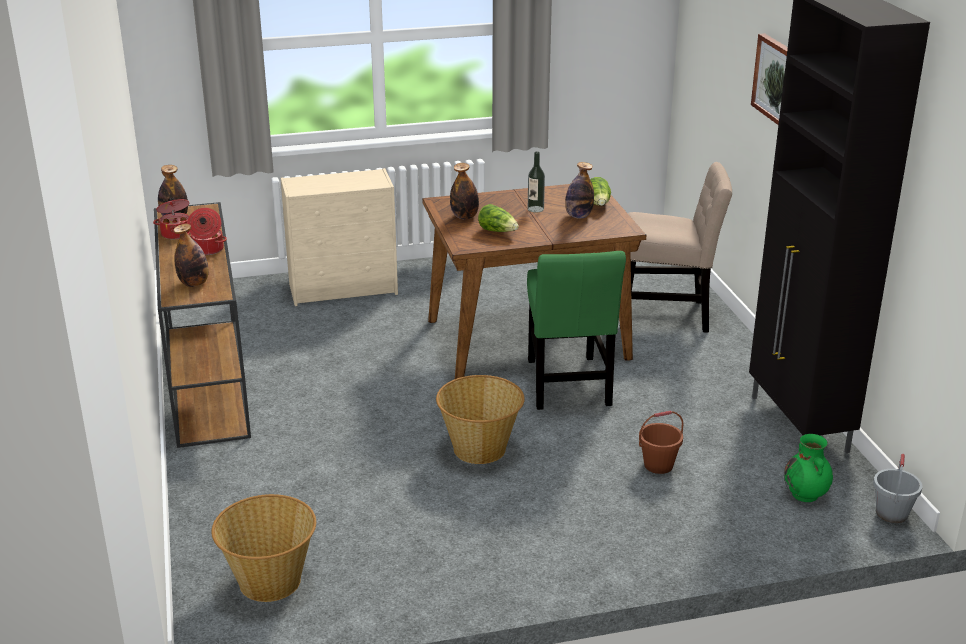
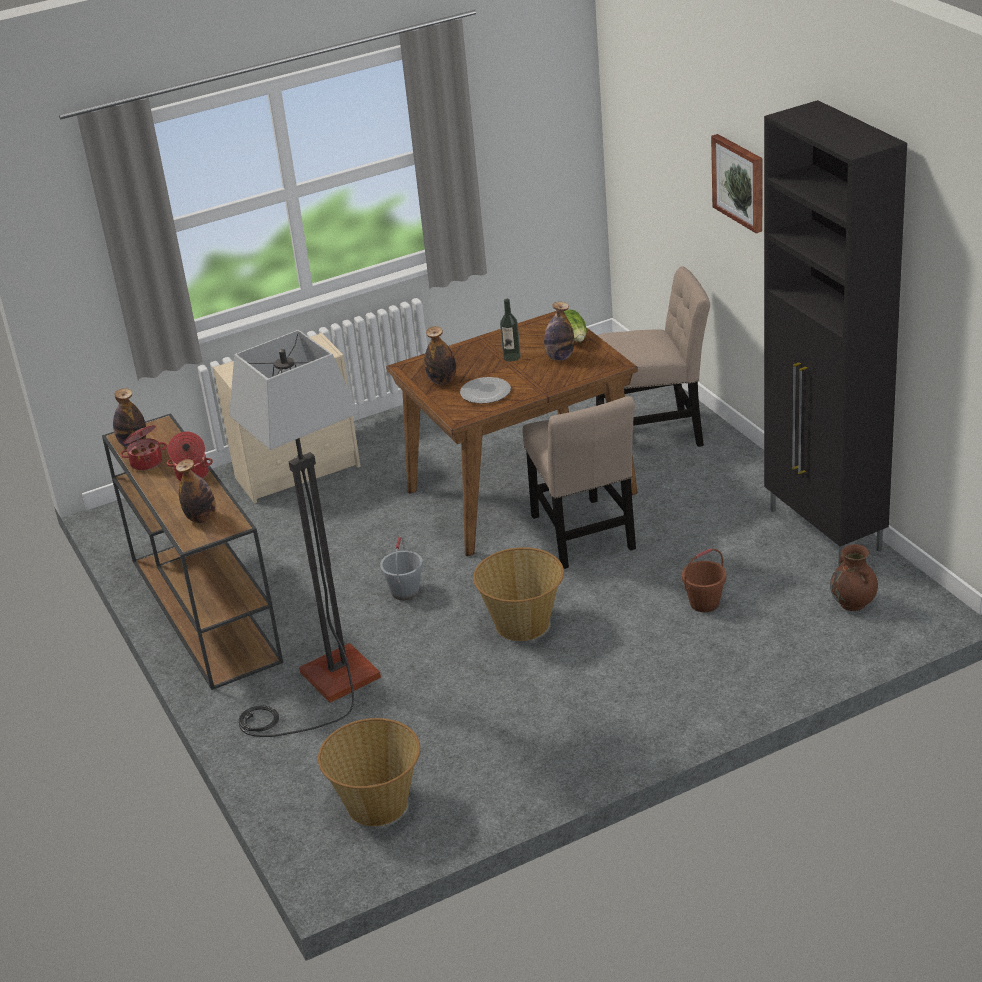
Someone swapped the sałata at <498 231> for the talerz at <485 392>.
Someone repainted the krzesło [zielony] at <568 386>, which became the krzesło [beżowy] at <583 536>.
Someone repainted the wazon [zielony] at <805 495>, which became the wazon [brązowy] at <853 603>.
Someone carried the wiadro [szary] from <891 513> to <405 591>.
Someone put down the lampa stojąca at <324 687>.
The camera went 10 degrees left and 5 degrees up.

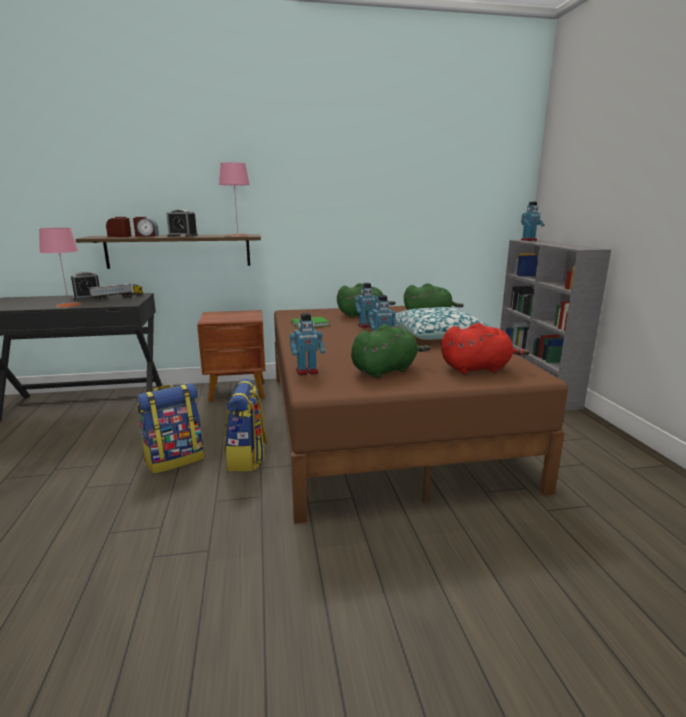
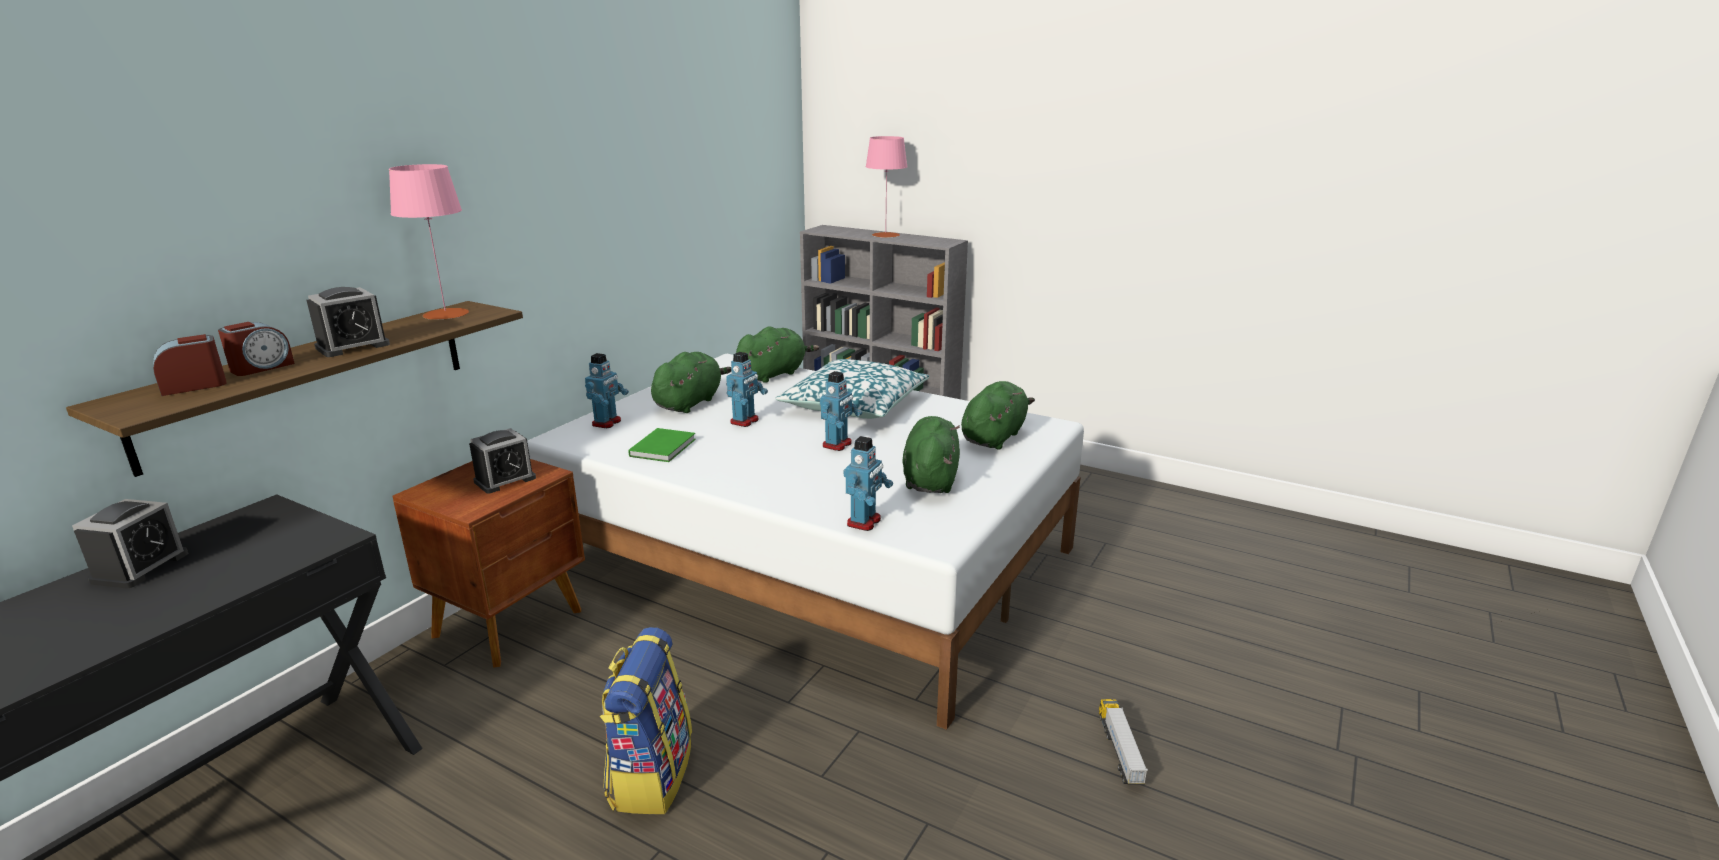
Someone carried the robot zabawkowy from <529 240> to <607 423>.
Someone carried the lampa stołowa [różowy] from <69 305> to <885 235>.
Someone carried the ciężarówka zabawkowa from <117 297> to <1119 750>.
Someone repainted the łóżko [brązowy] at <382 423>, which became the łóżko [biały] at <813 559>.
Someone repainted the pluszak [czerwony] at <477 368>, which became the pluszak [zielony] at <994 437>.
Someone took away the plecak at <247 458>.
Someone put down the budzik at <505 480>.
The camera went 50 degrees left and 5 degrees up.

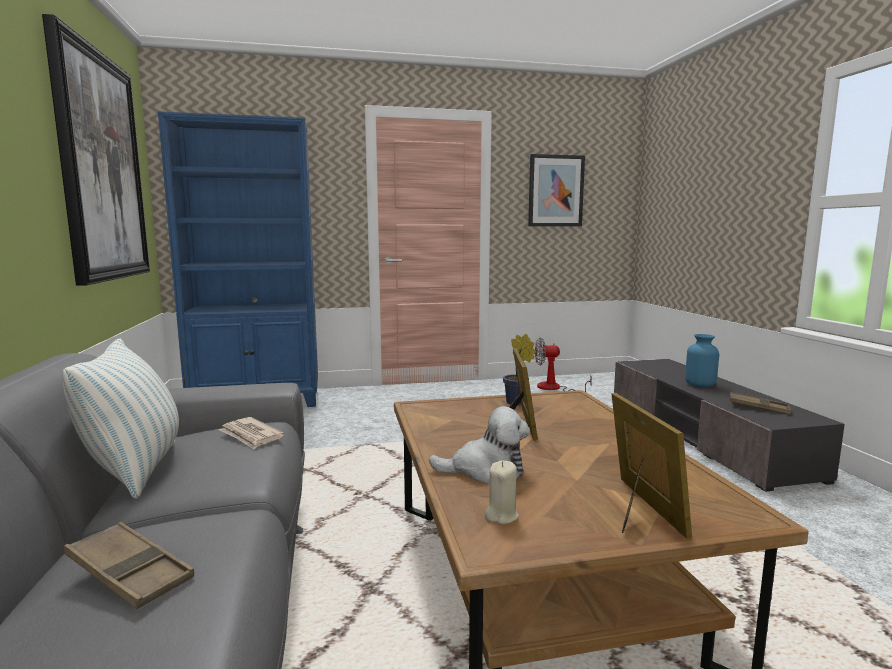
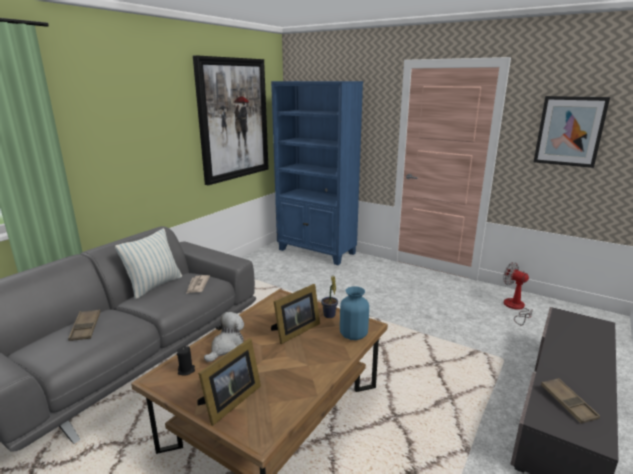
Someone carried the wazon [niebieski] from <700 385> to <353 334>.
Someone rotated the pluszak at <485 471> by 105 degrees counterclockwise.
Someone repainted the świeca [beżowy] at <501 515>, which became the świeca [czarny] at <186 370>.
The camera went 45 degrees right and 10 degrees up.

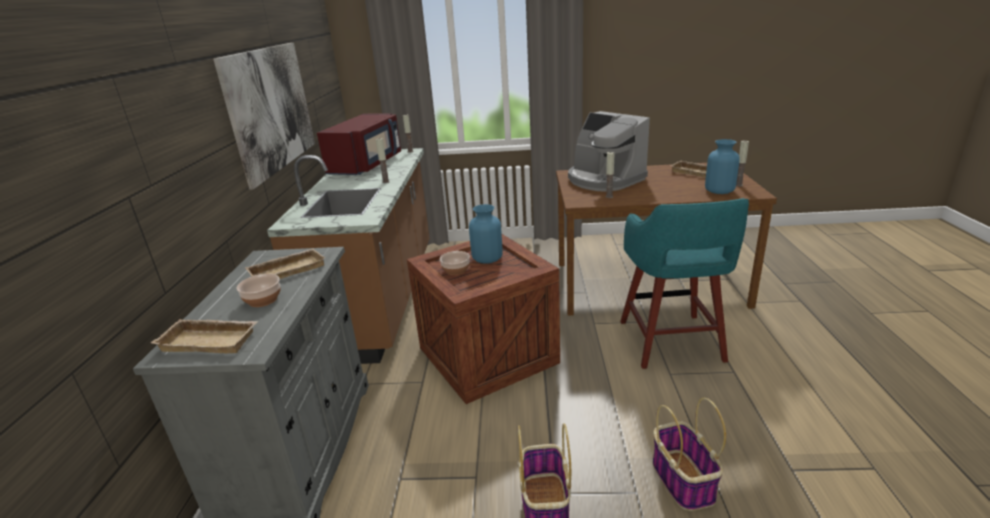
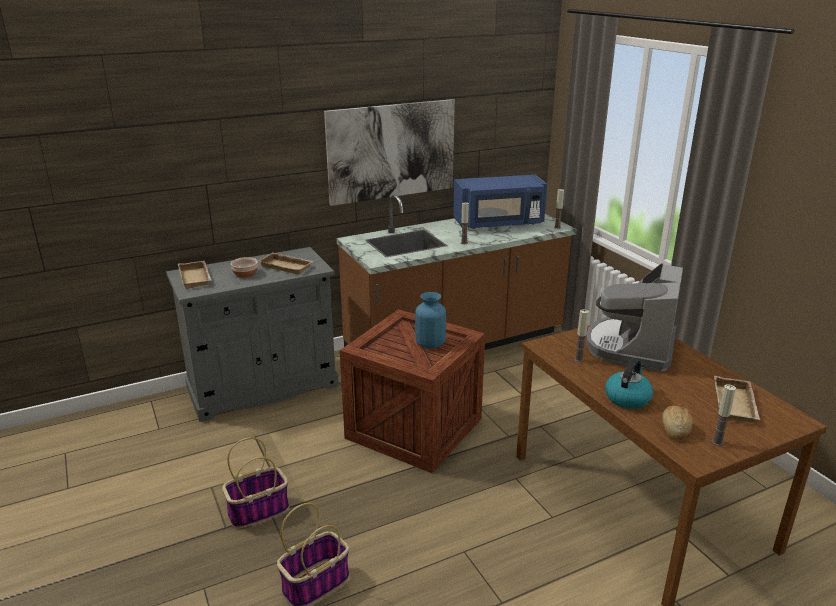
Someone repainted the mikrofalówka [czerwony] at <367 165>, which became the mikrofalówka [niebieski] at <499 223>.
Someone swapped the wazon [niebieski] at <719 191> for the chleb at <675 429>.
Someone took away the stołek [turkusowy] at <671 343>.
Someone took away the miska at <456 270>.
Someone put down the czajnik at <627 398>.
The camera went 60 degrees right and 0 degrees up.

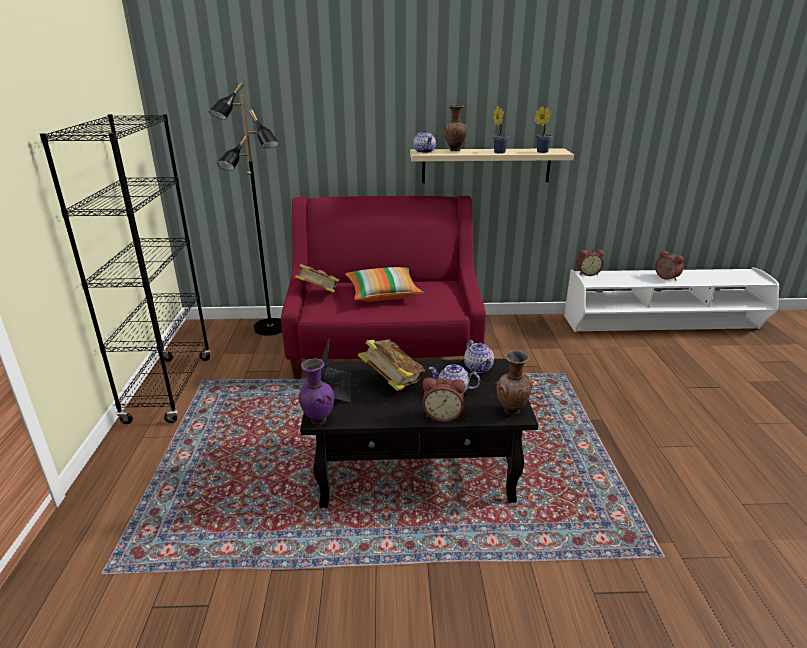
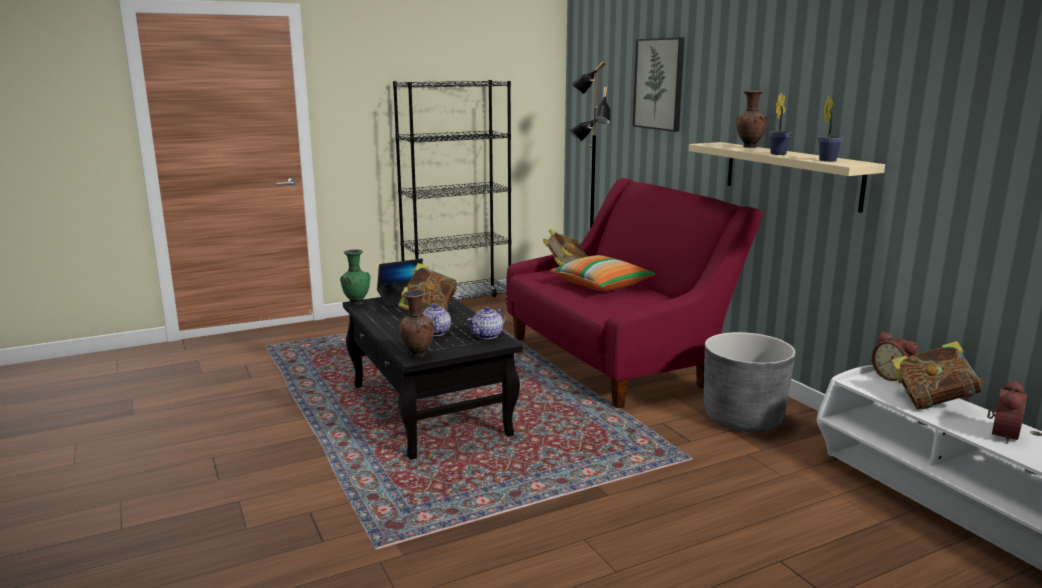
Someone took away the imbryk at <424 151>.
Someone repainted the wazon [fioletowy] at <317 420>, which became the wazon [zielony] at <356 303>.
Someone took away the budzik at <442 415>.
Someone put up the obraz at <659 84>.
Someone put down the donica [szary] at <742 418>.
Someone put down the książka at <932 402>.
The camera went 65 degrees right and 10 degrees down.

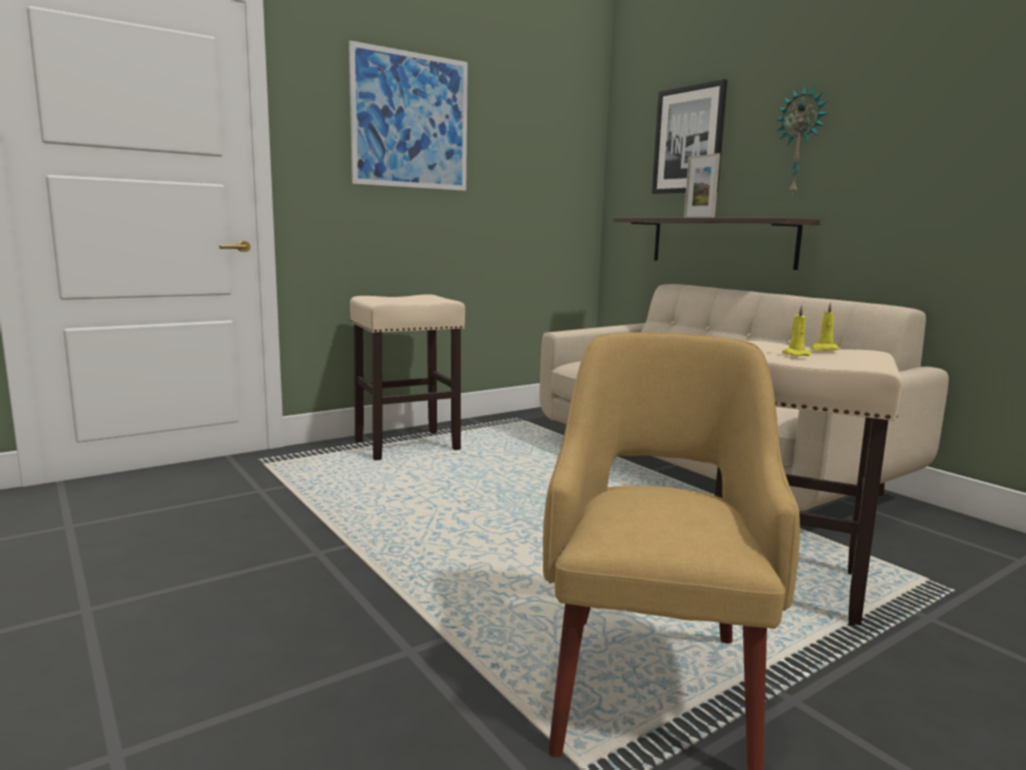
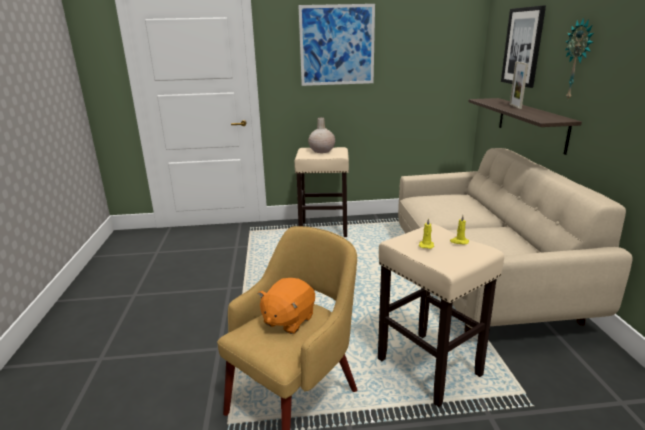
Someone put down the wazon [beżowy] at <321 151>.
Someone put down the pluszak [pomarańczowy] at <288 320>.
The camera went 30 degrees right and 10 degrees up.

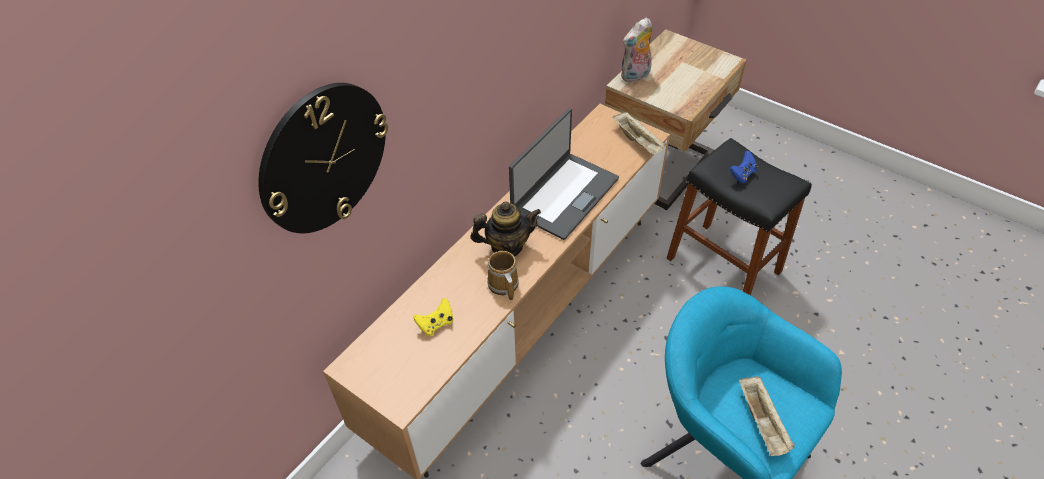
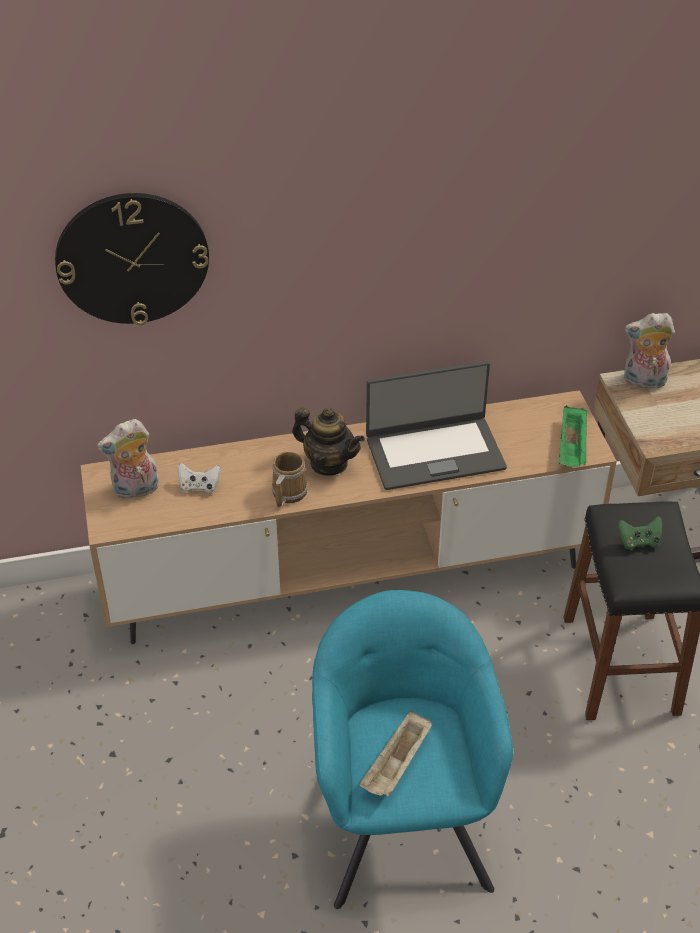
Someone repainted the taca [beżowy] at <638 141>, which became the taca [zielony] at <572 448>.
Someone repainted the pad do gier [niebieski] at <742 175>, which became the pad do gier [zielony] at <638 541>.
Someone repainted the pad do gier [żółty] at <436 324>, which became the pad do gier [biały] at <199 486>.
Someone put down the pluszak at <135 490>.
The camera went 40 degrees right and 5 degrees down.

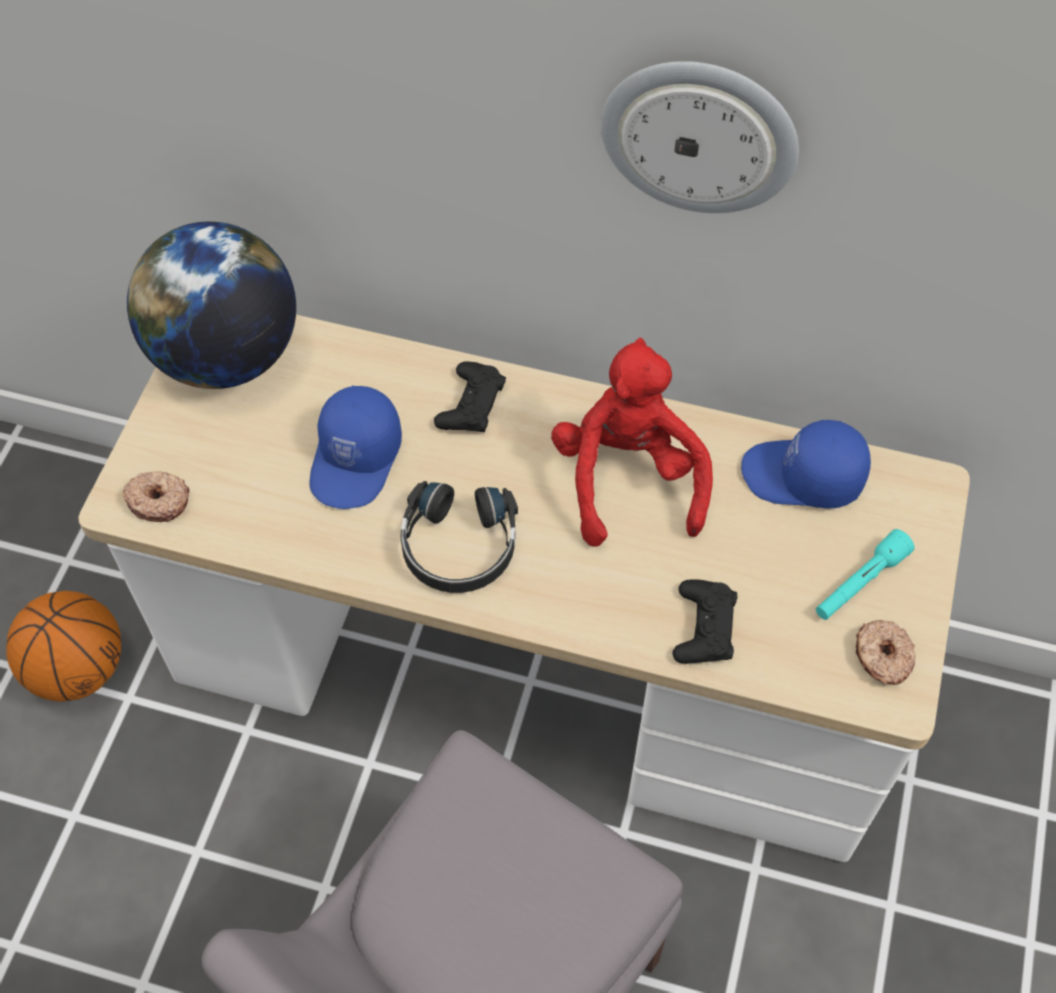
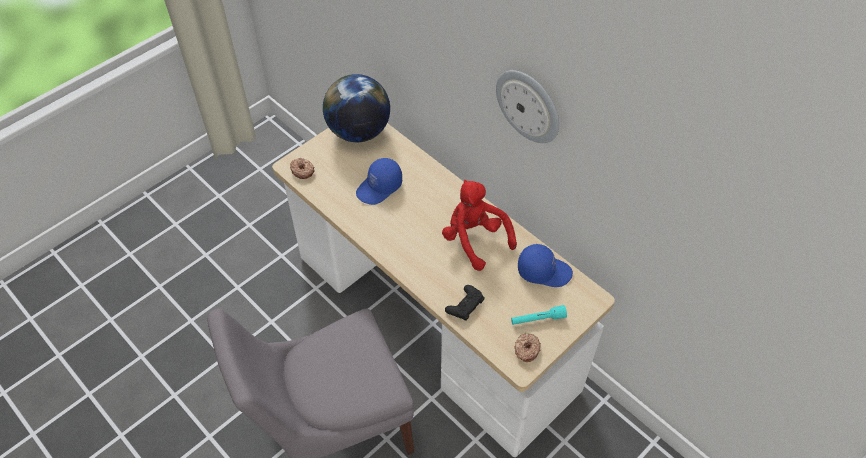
Someone rotated the pluszak [czerwony] at <628 478> by 60 degrees counterclockwise.
Someone took away the pad do gier [czarny] at <471 404>.
Someone rotated the czapka z daszkiem [niebieski] at <803 477> by 150 degrees clockwise.
Someone took away the słuchawki [czarny] at <458 547>.
Someone took away the piłka do koszykówki at <79 670>.
The camera went 30 degrees right and 5 degrees down.

